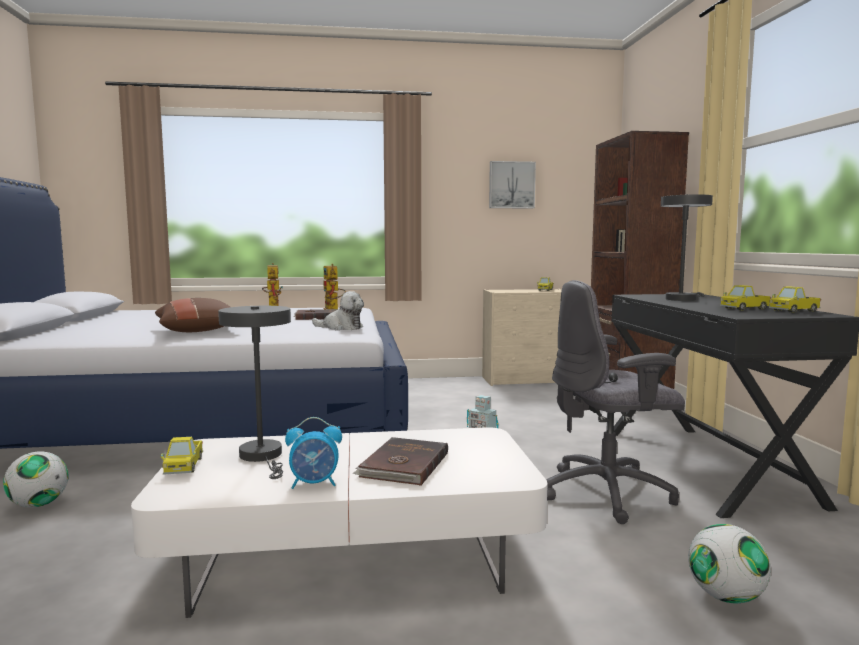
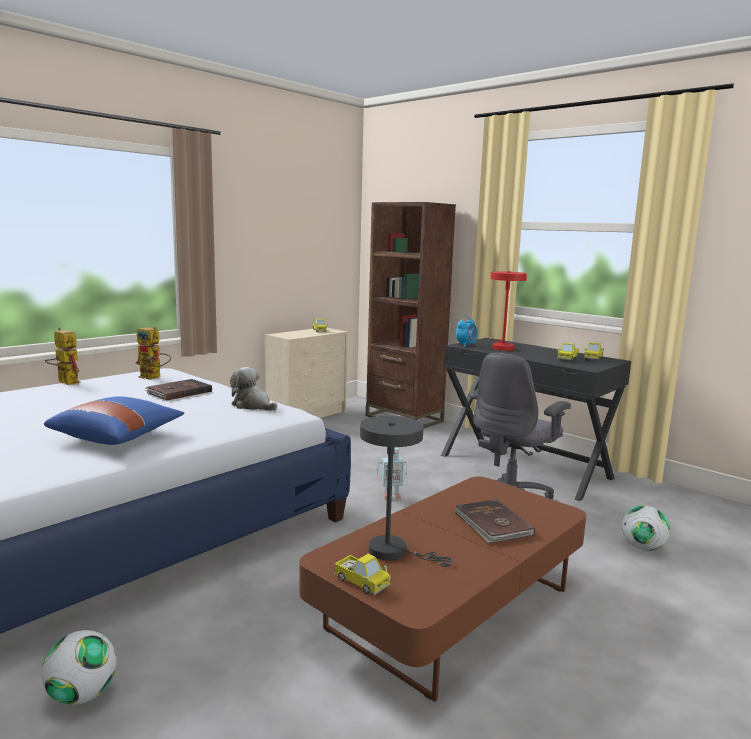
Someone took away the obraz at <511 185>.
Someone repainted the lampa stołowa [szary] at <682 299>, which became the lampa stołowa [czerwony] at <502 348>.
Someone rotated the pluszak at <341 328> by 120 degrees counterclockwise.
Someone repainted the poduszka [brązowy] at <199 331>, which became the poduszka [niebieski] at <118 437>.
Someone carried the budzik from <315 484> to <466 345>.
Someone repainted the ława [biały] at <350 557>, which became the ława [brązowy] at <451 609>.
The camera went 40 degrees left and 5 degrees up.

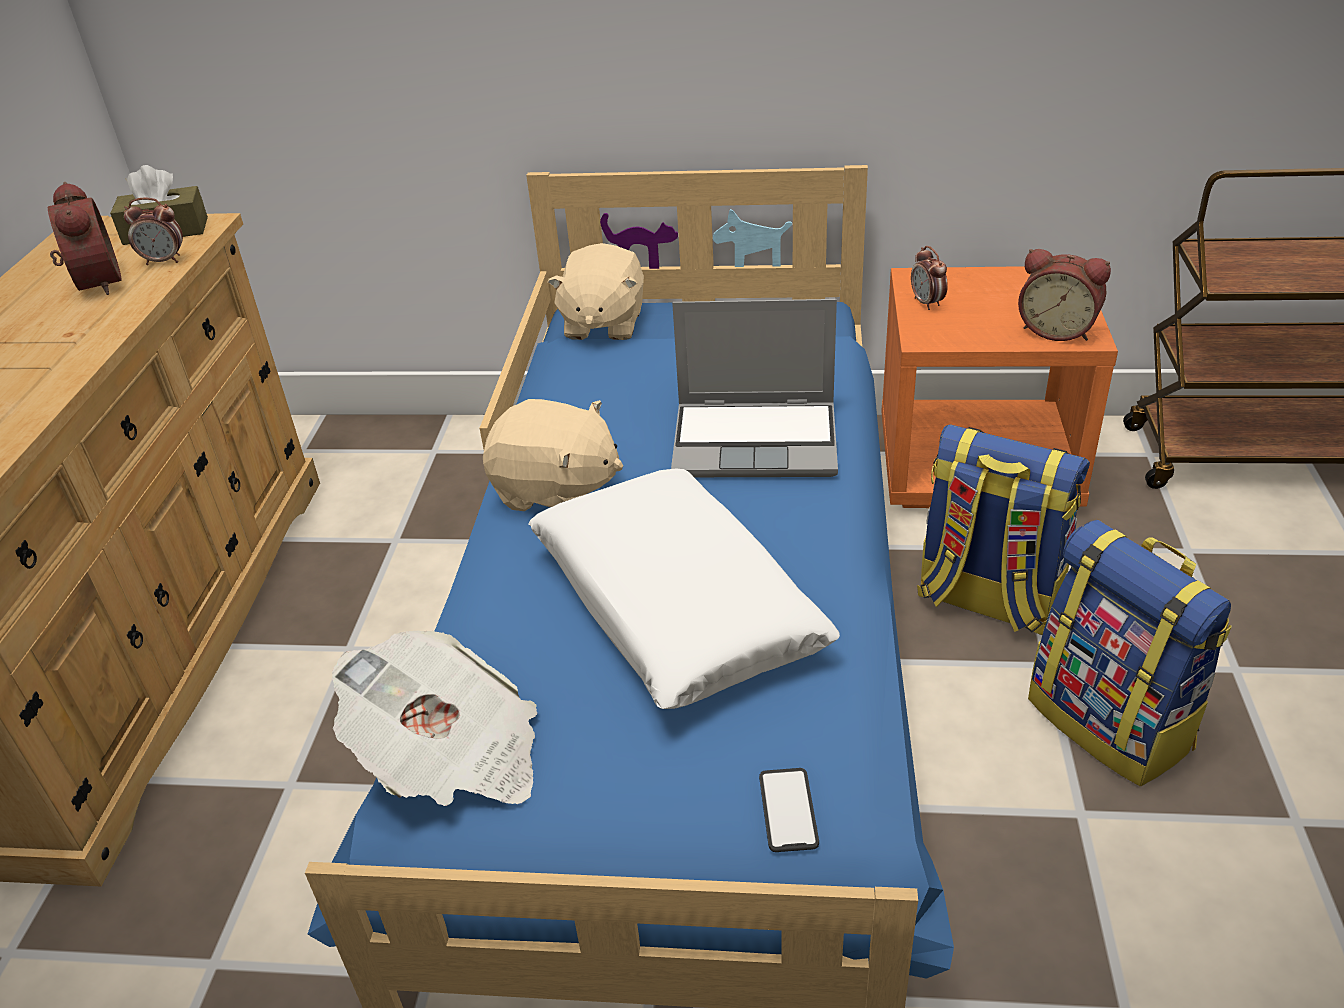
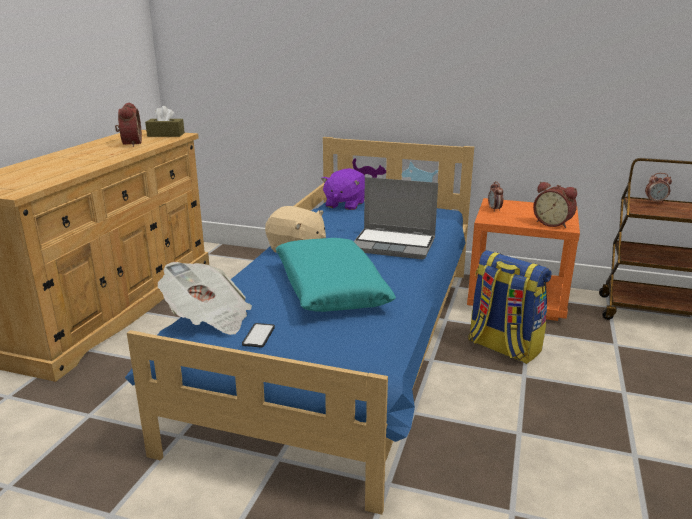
Someone carried the budzik from <165 261> to <655 202>.
Someone repainted the pluszak [beżowy] at <602 324>, which became the pluszak [fioletowy] at <344 205>.
Someone repainted the poduszka [biały] at <675 605>, which became the poduszka [turkusowy] at <330 288>.
Someone took away the plecak at <1111 723>.
Someone carried the telefon from <788 810> to <258 336>.
The camera went 10 degrees right and 15 degrees down.

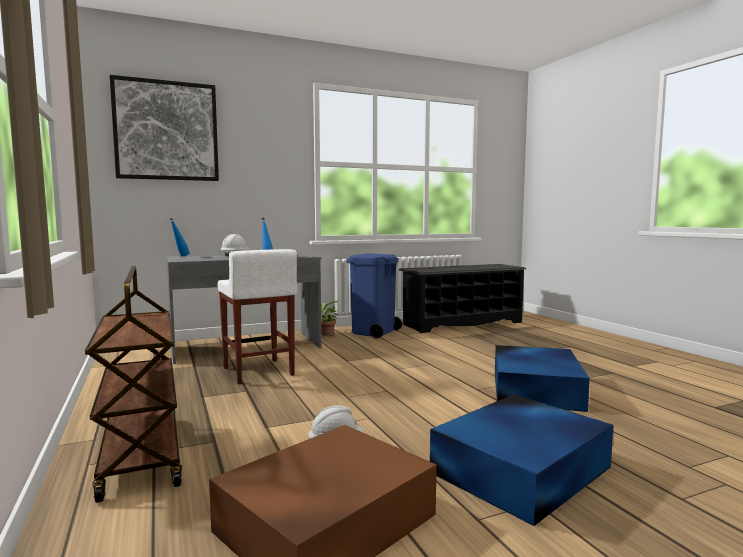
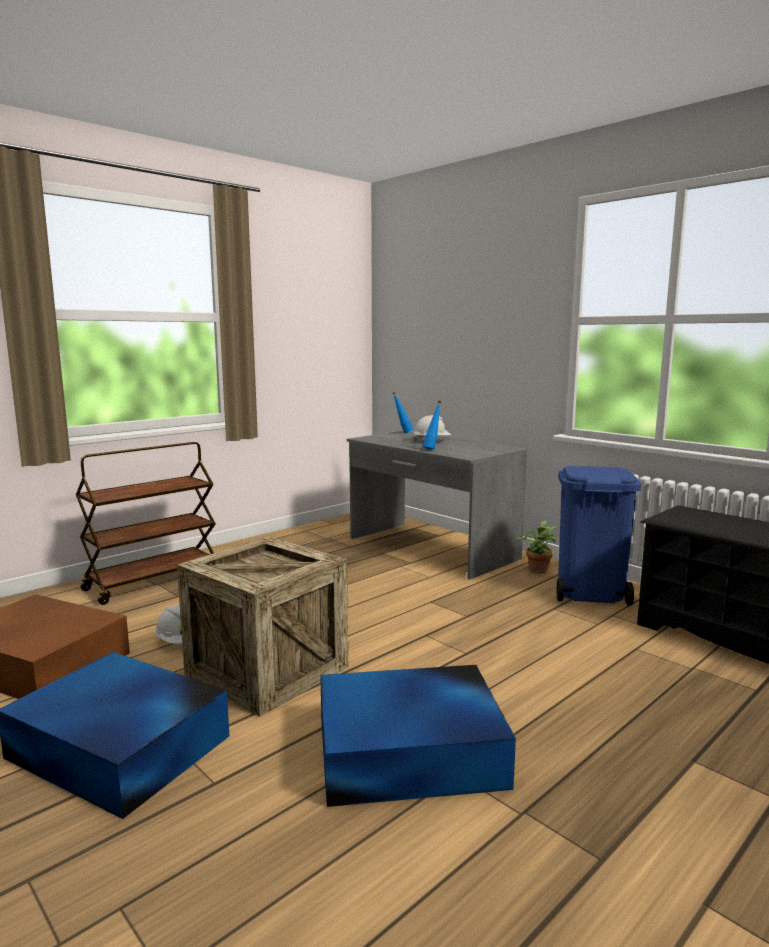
Someone took away the obraz at <166 131>.
Someone took away the stołek [biały] at <258 372>.
Someone put down the skrzynka at <267 670>.
The camera went 70 degrees right and 5 degrees up.

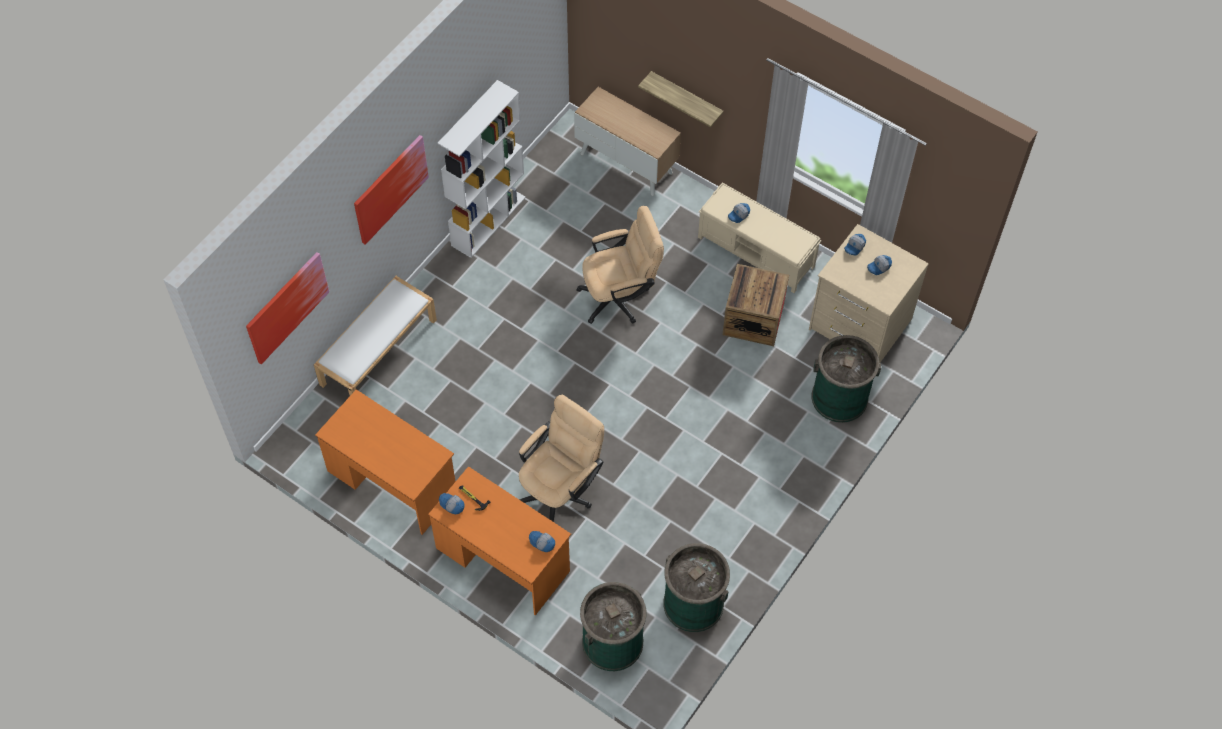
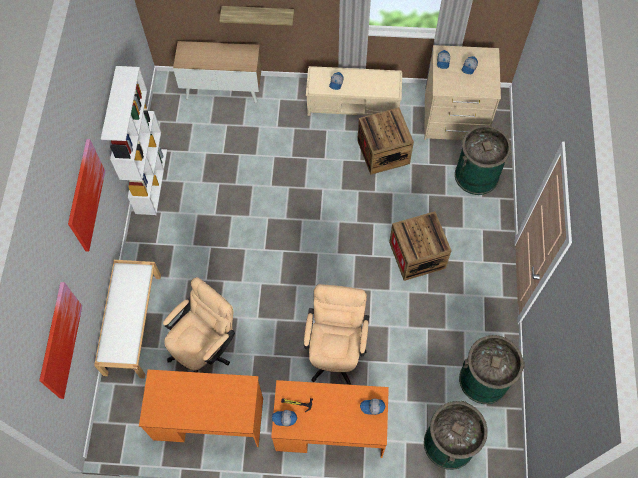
Someone carried the krzesło biurowe [beżowy] from <620 297> to <205 347>.
Someone put down the skrzynka at <417 255>.
The camera went 30 degrees left and 5 degrees up.

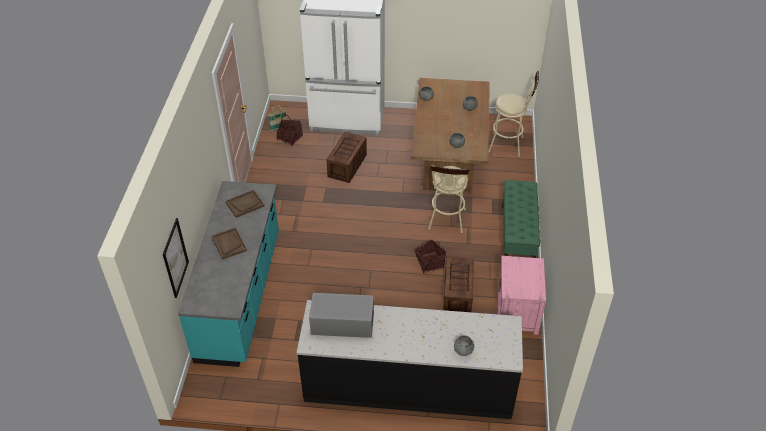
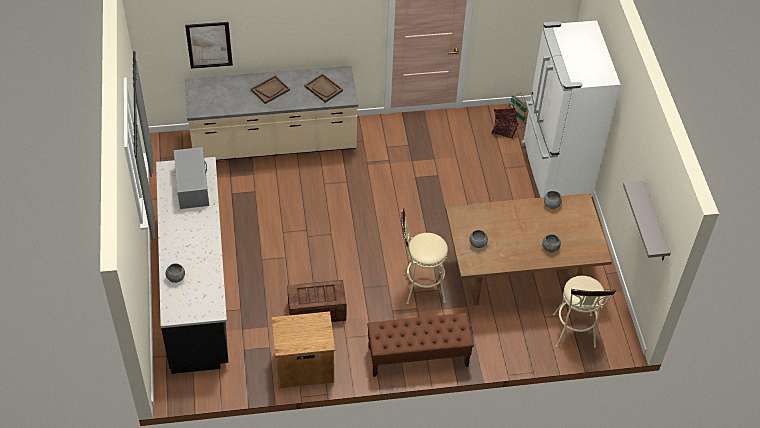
Someone took away the skrzynka at <347 165>.
Someone repainted the ławka [zielony] at <517 236>, which became the ławka [brązowy] at <417 356>.
Someone repainted the zabudowa kuchenna [turkusowy] at <240 295>, which became the zabudowa kuchenna [beżowy] at <274 143>.
Someone took away the koszyk at <429 263>.
Someone repainted the szafka nocna [różowy] at <516 313>, which became the szafka nocna [brązowy] at <303 366>.
Someone put up the półka [szary] at <654 223>.
The camera went 75 degrees right and 5 degrees up.

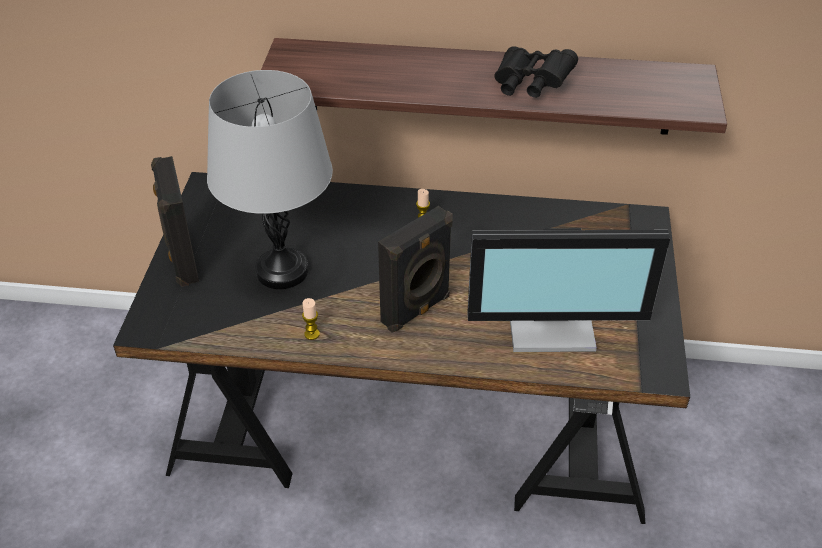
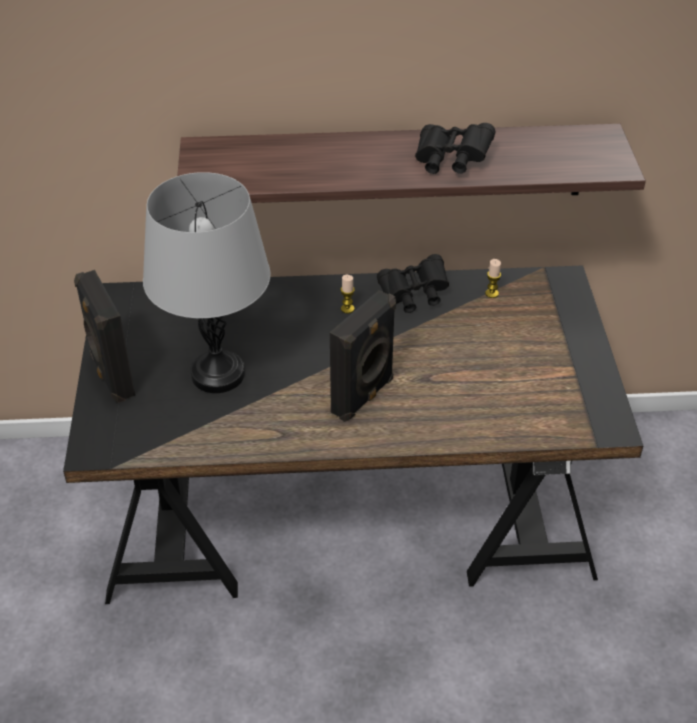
Someone took away the monitor at <552 325>.
Someone carried the świeca from <312 334> to <491 293>.
Someone put down the lornetka [czarny] at <414 295>.
The camera went 10 degrees left and 0 degrees up.

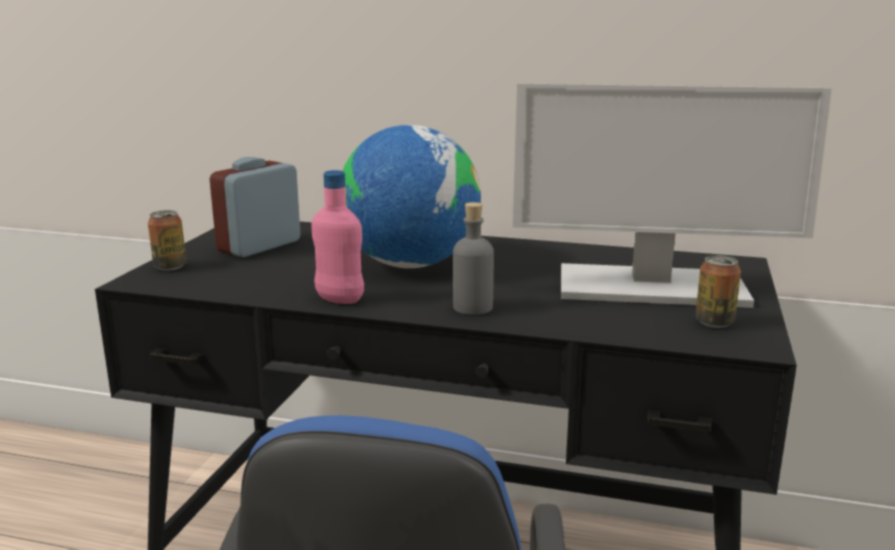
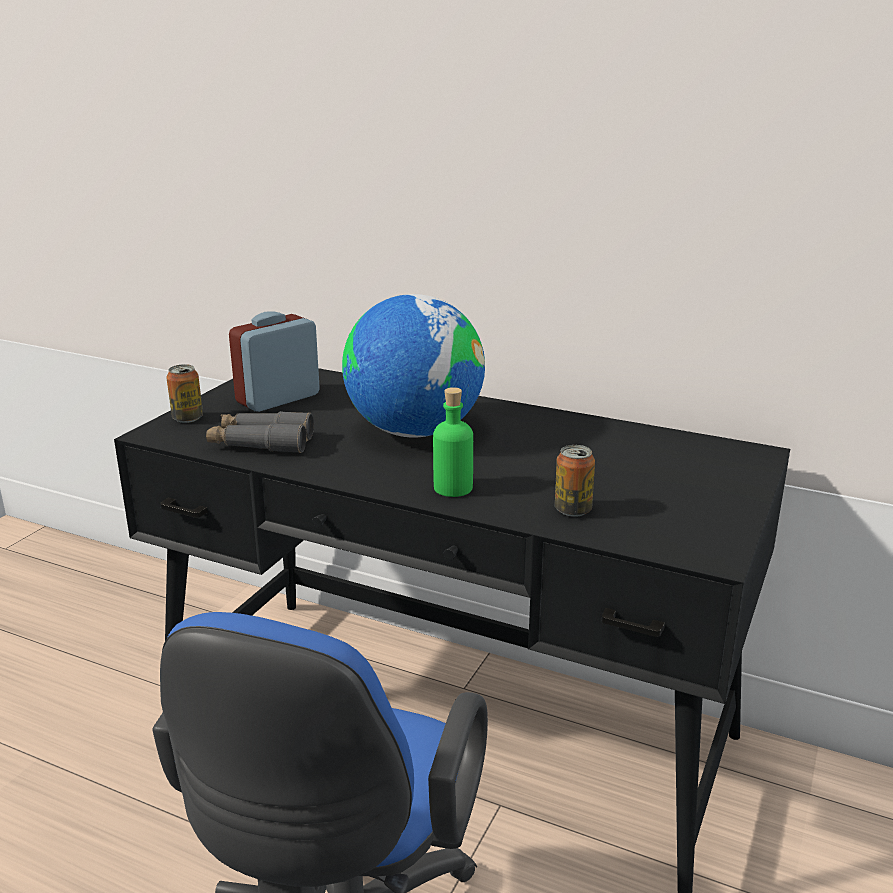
Someone took away the monitor at <649 288>.
Someone took away the butelka [różowy] at <339 300>.
Someone repainted the butelka [szary] at <472 307>, which became the butelka [zielony] at <453 488>.
Someone carried the puszka from <714 322> to <572 510>.
Someone put down the lornetka [szary] at <261 443>.
The camera went 10 degrees right and 5 degrees up.

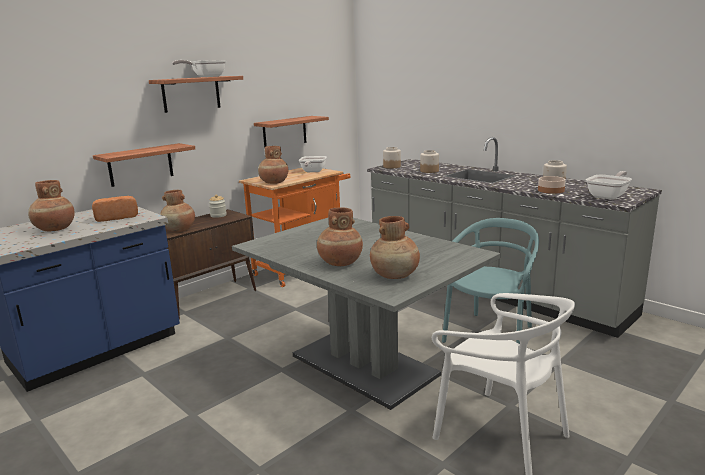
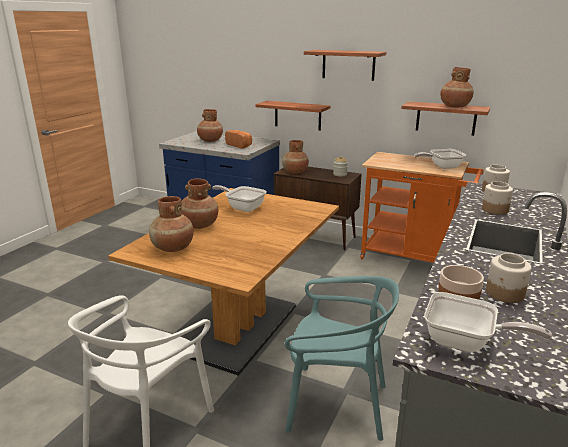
Someone carried the patelnia from <205 77> to <243 207>.
Someone carried the wazon [brązowy] from <274 182> to <454 106>.
Someone repainted the stół jadalny [szary] at <363 365>, which became the stół jadalny [brązowy] at <241 328>.
The camera went 70 degrees right and 5 degrees up.

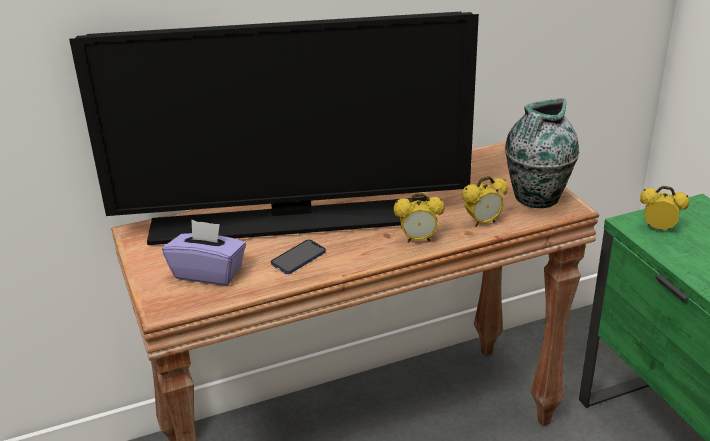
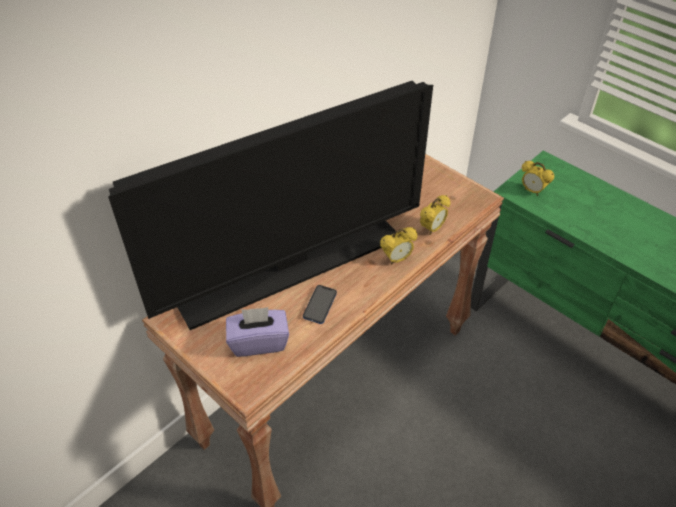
Someone took away the wazon at <536 198>.
Someone rotated the budzik at <658 228> by 135 degrees counterclockwise.
The camera went 25 degrees left and 15 degrees up.

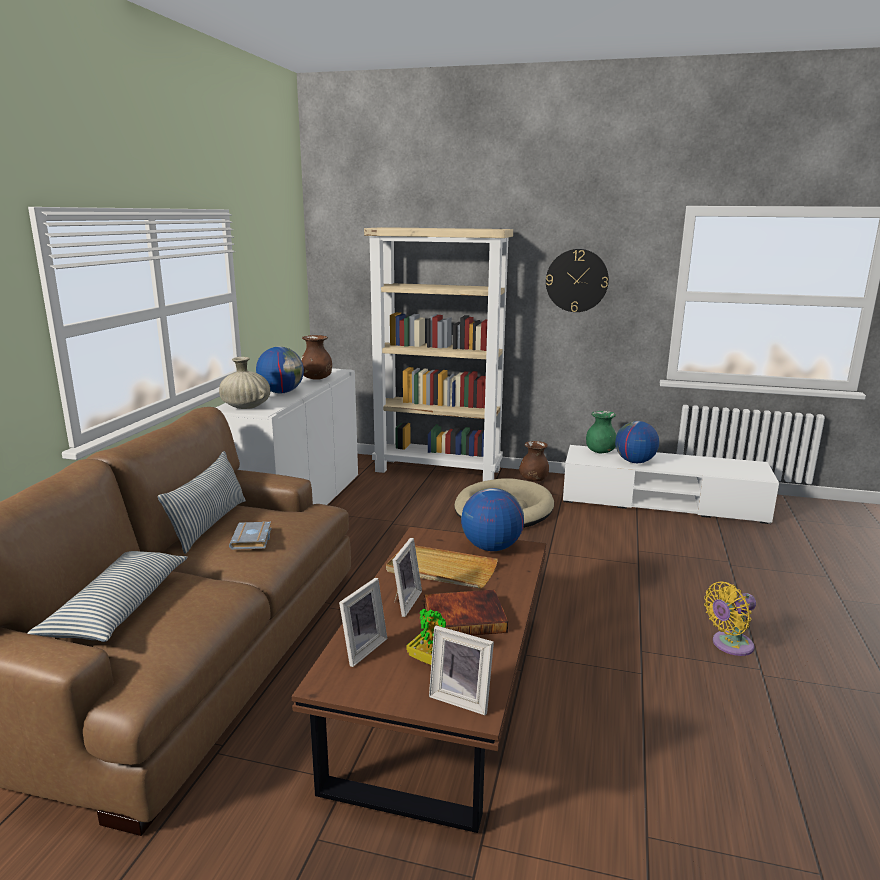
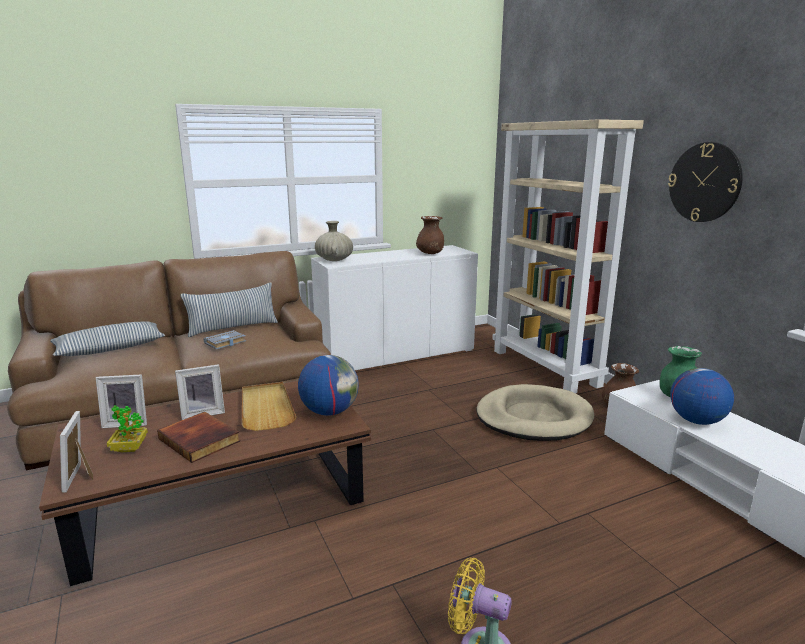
Someone took away the globus at <281 392>.
The camera went 50 degrees right and 0 degrees up.

